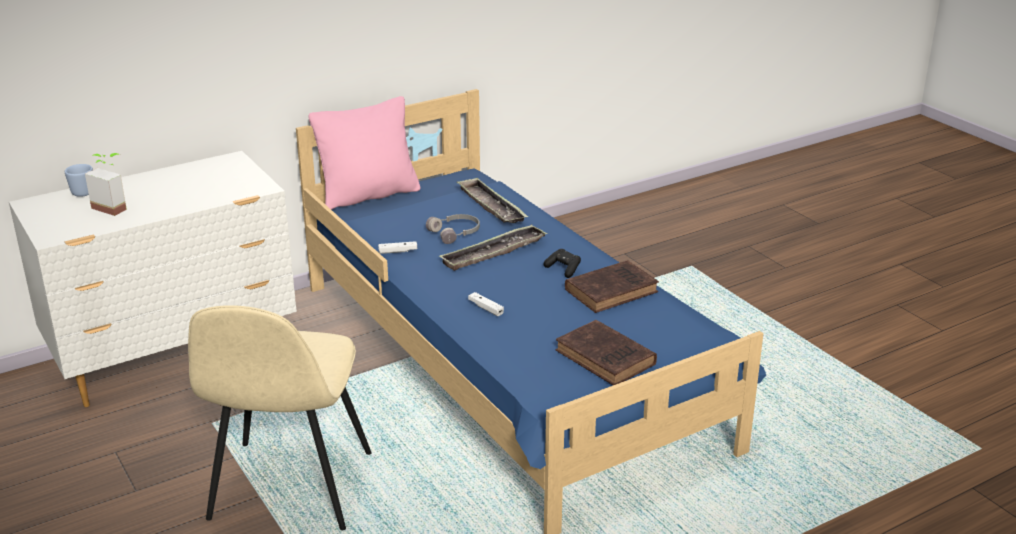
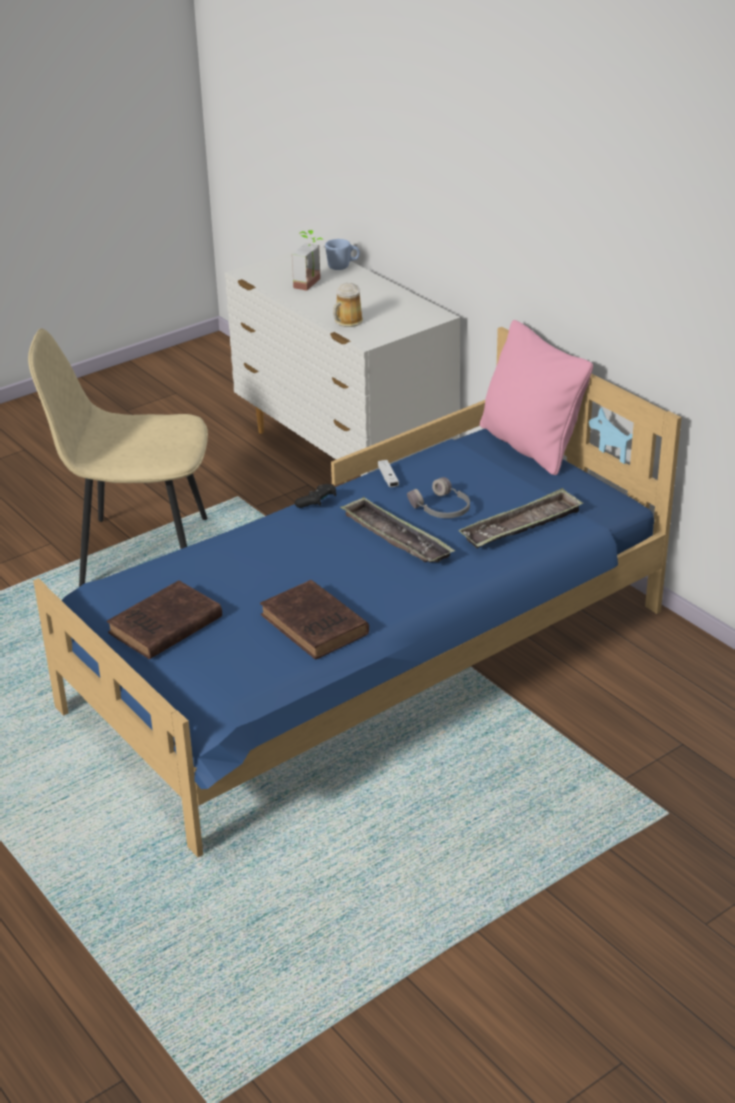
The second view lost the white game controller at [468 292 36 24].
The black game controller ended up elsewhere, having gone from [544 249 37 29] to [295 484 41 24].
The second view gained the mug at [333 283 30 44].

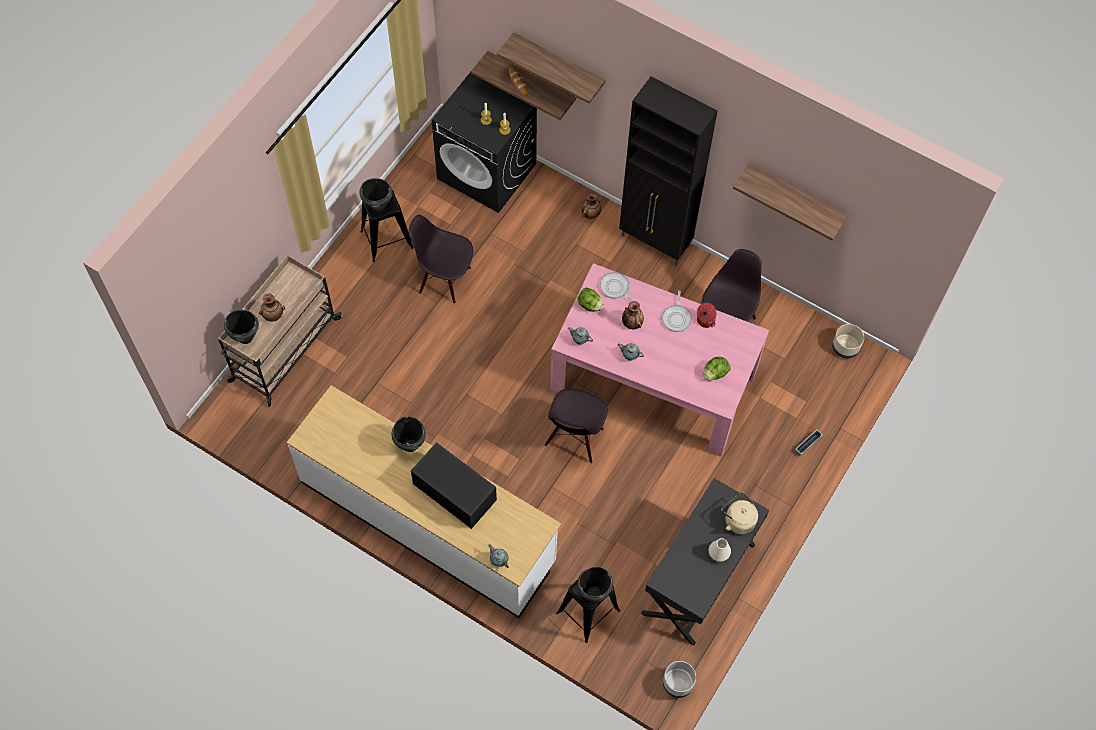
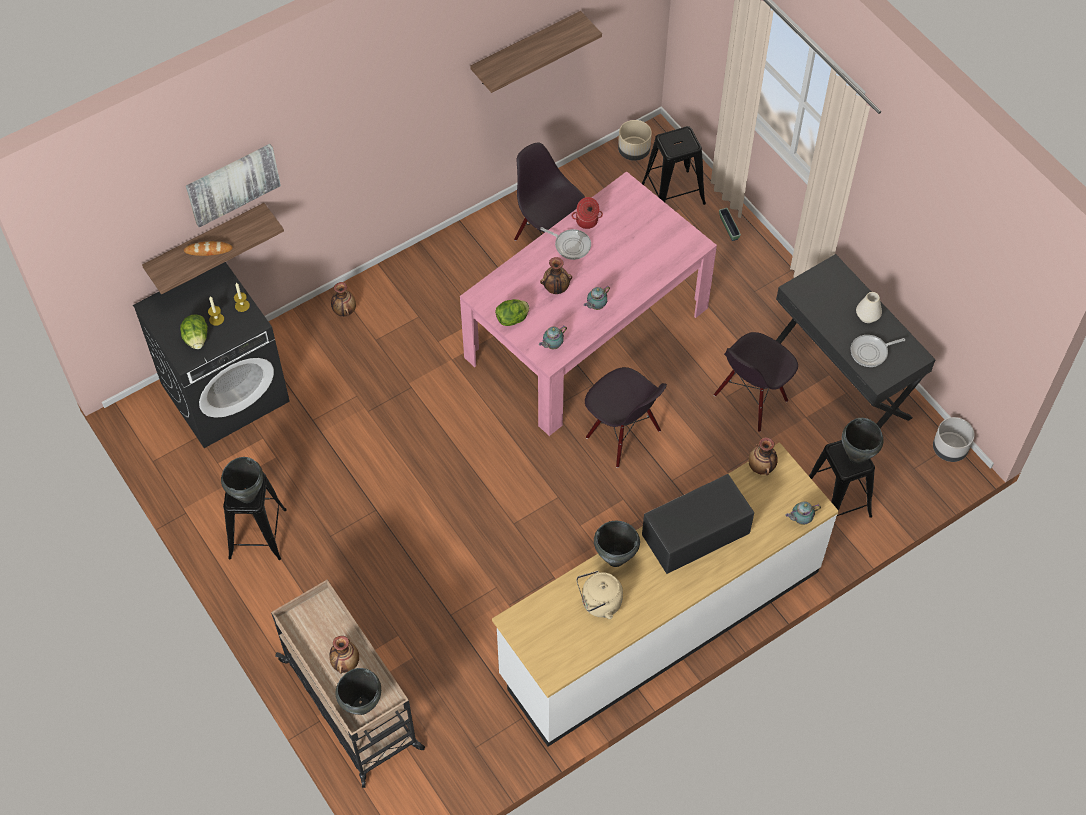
The black chair ended up elsewhere, having gone from [409 215 64 88] to [714 332 84 100].
Where the shelf hung at [497 32 109 72], the picture came to hang at [186 144 95 84].
The frying pan ended up elsewhere, having gone from [600 272 33 30] to [850 335 55 32].
The second view lost the black cabinet at [619 76 99 190].
The lettuce ended up elsewhere, having gone from [704 357 27 24] to [180 314 28 35].
The beige kettle ended up elsewhere, having gone from [721 492 37 42] to [576 570 47 49].
The second view gained the black stool at [642 126 64 79].
The second view gained the vase at [748 437 30 38].

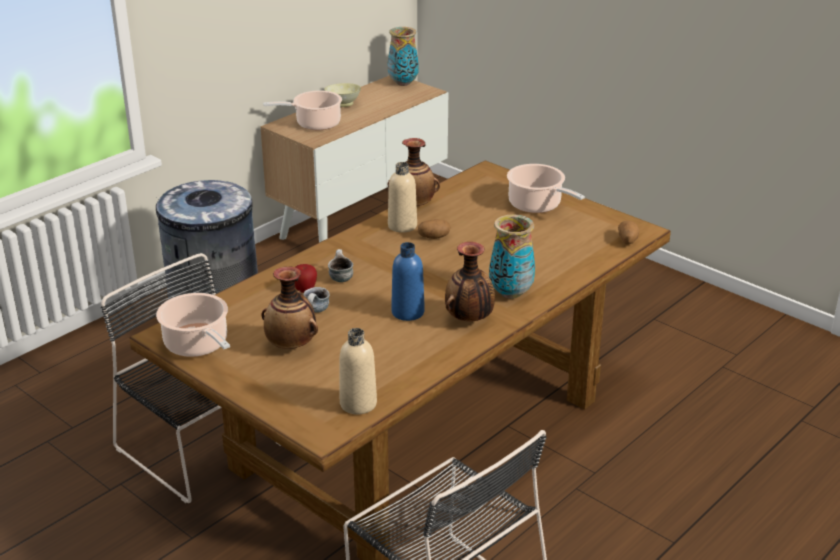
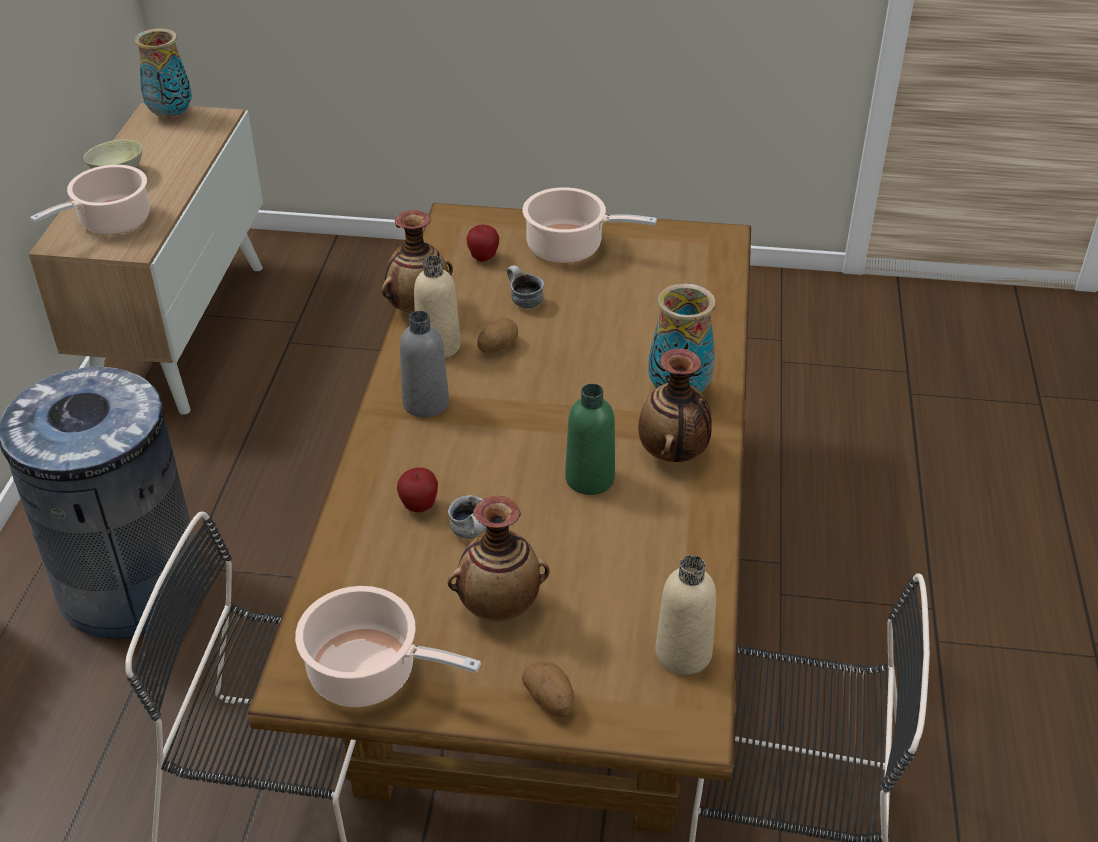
The mug ended up elsewhere, having gone from [328 249 25 33] to [507 265 37 43].
What was the blue bottle at [391 242 34 79] turned into the green bottle at [565 384 50 111].
The potato ended up elsewhere, having gone from [618 221 21 24] to [522 662 52 55].
The second view gained the grey bottle at [400 311 49 107].
The second view gained the apple at [466 224 33 38].

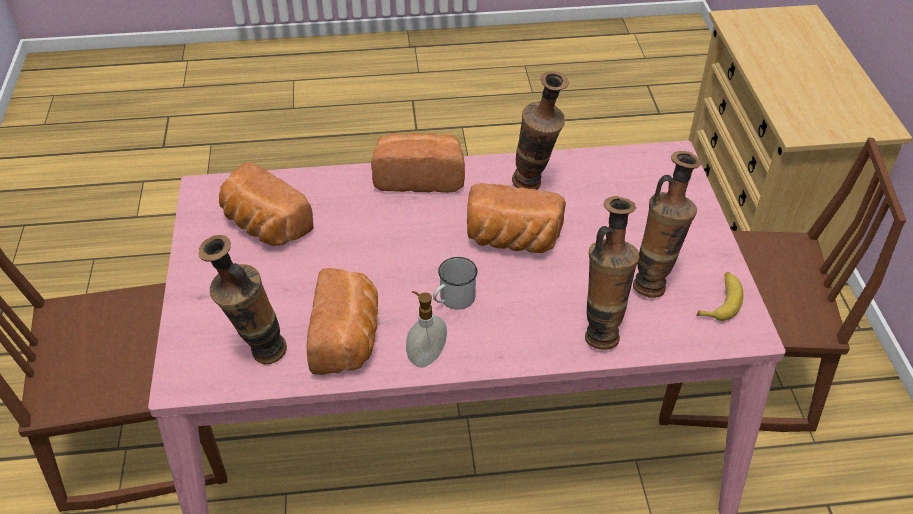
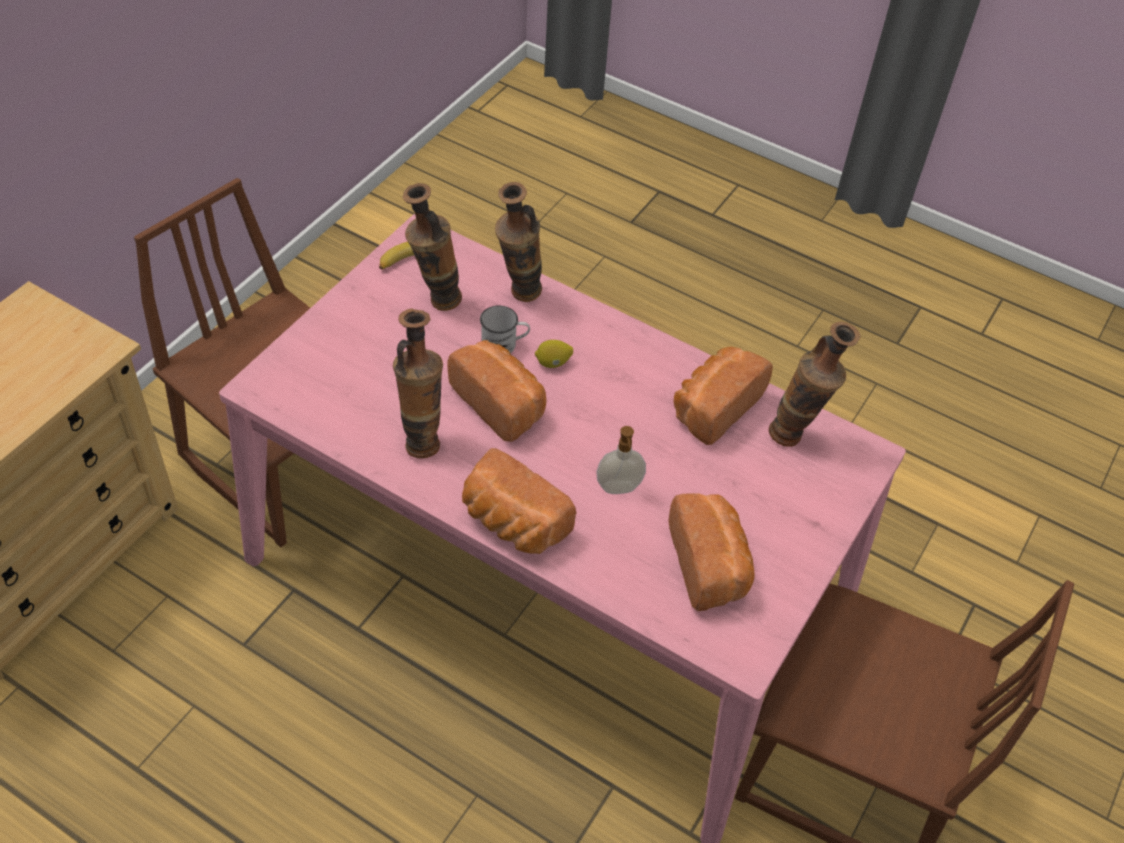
The soap dispenser ended up elsewhere, having gone from [406 291 41 77] to [596 426 50 68].
The white mug ended up elsewhere, having gone from [433 257 45 53] to [480 305 50 48].
The second view gained the lemon at [535 340 38 28].

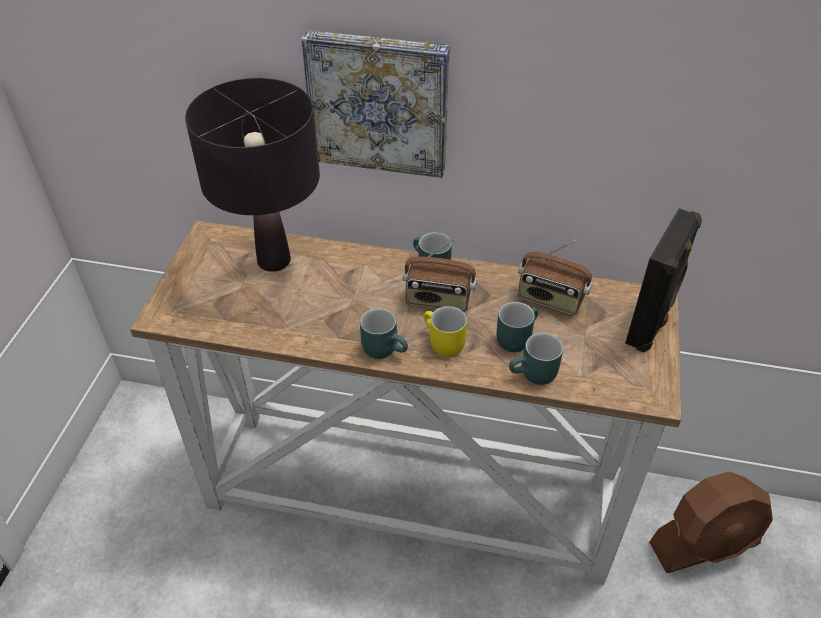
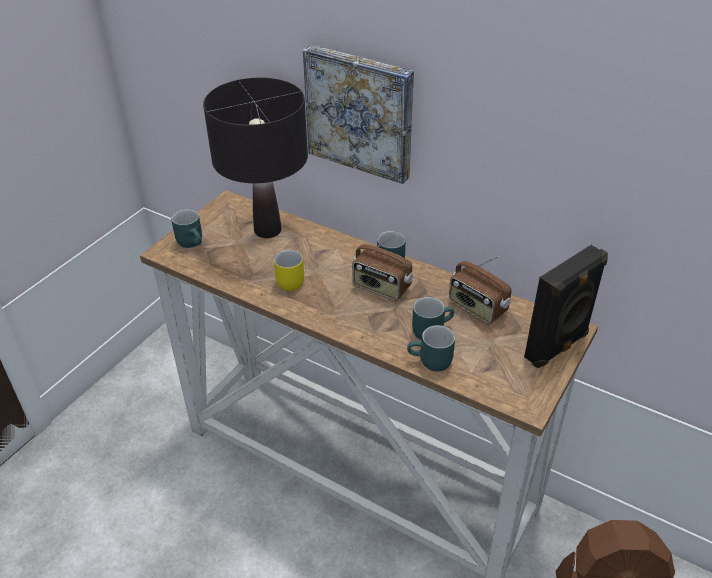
The turquoise mug ended up elsewhere, having gone from [360 308 48 51] to [171 209 31 39].
The yellow mug ended up elsewhere, having gone from [424 306 43 51] to [274 250 30 41].

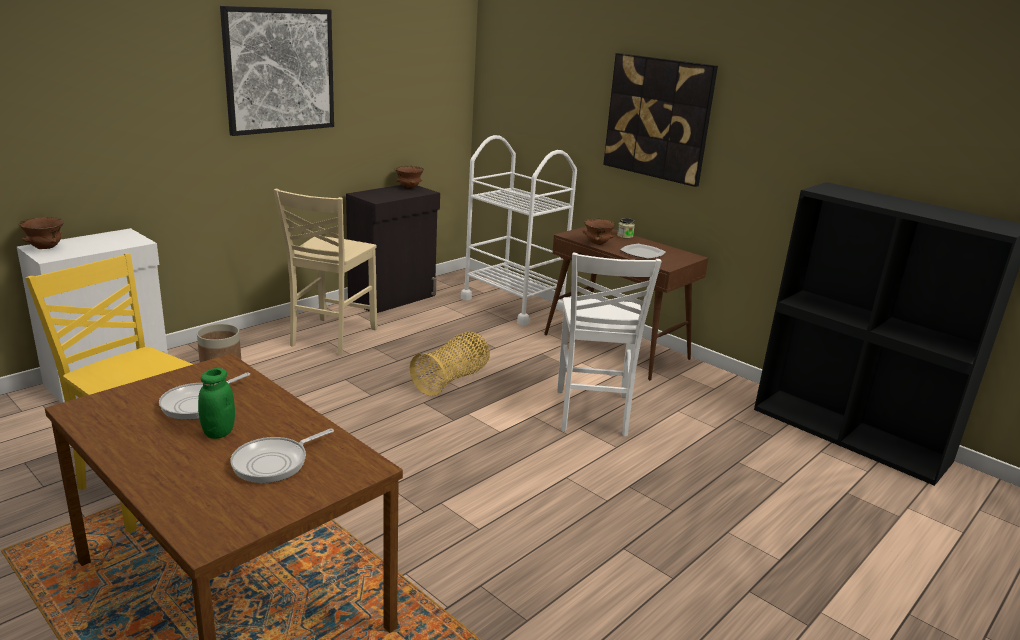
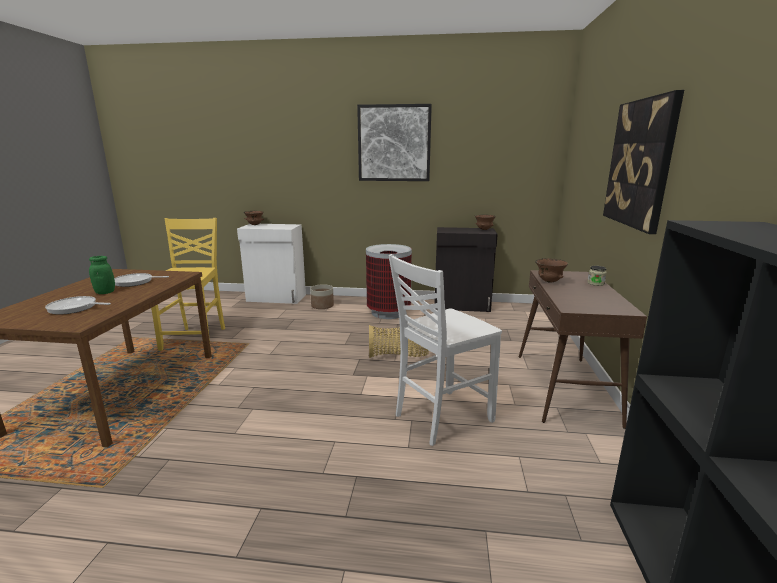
Where the beige chair stood at [274 189 103 166], the trash can came to stand at [366 244 46 75].
The second view lost the white cart at [461 135 116 190].
The second view lost the plate at [620 244 46 15].

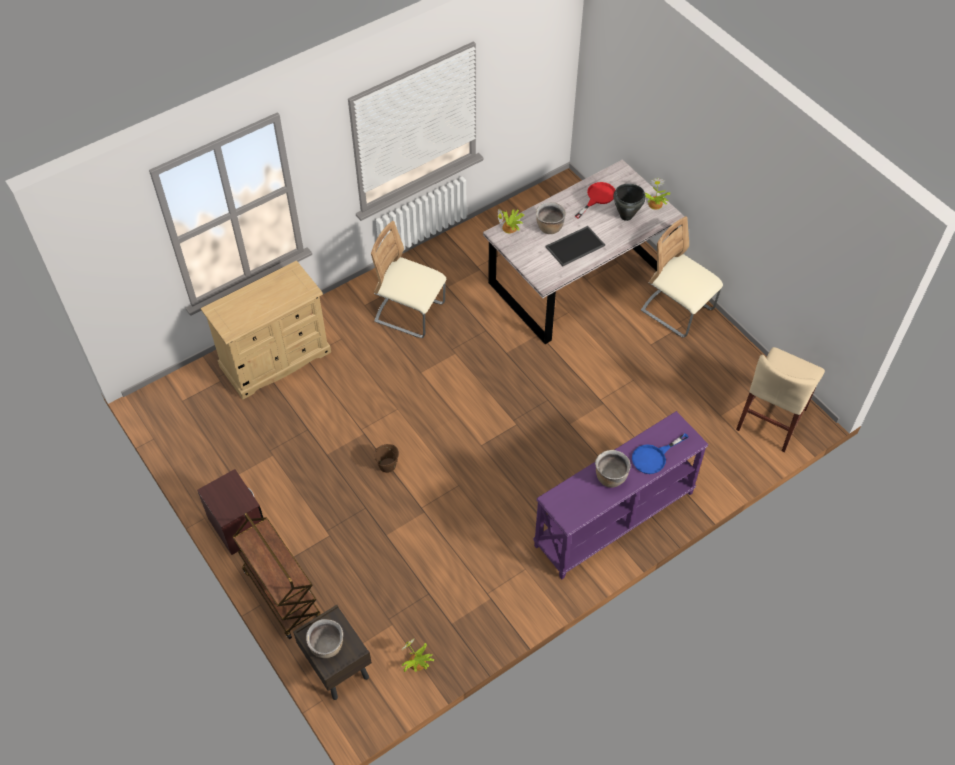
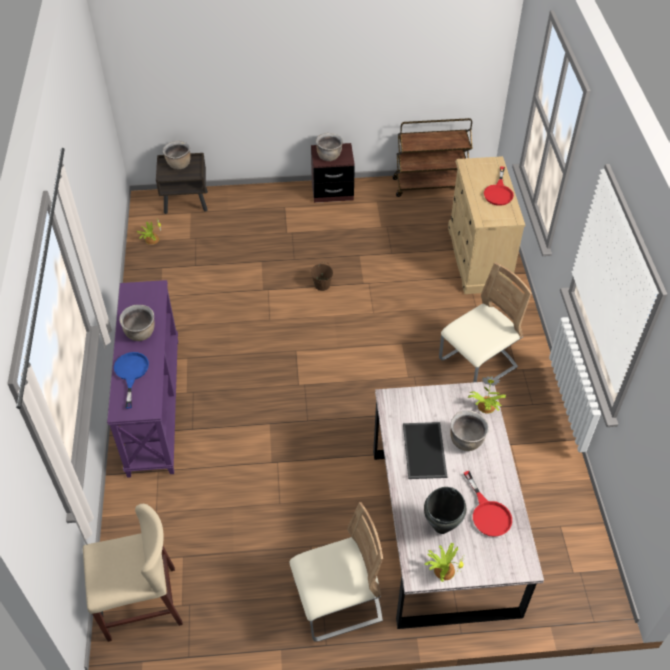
The brown cart ended up elsewhere, having gone from [233 513 88 126] to [393 118 79 79].
The beige chair at [736 347 89 105] ended up facing another way, 105 degrees clockwise from before.
The second view gained the brown cooking pot at [316 133 27 28].
The second view gained the red frying pan at [484 166 30 40].

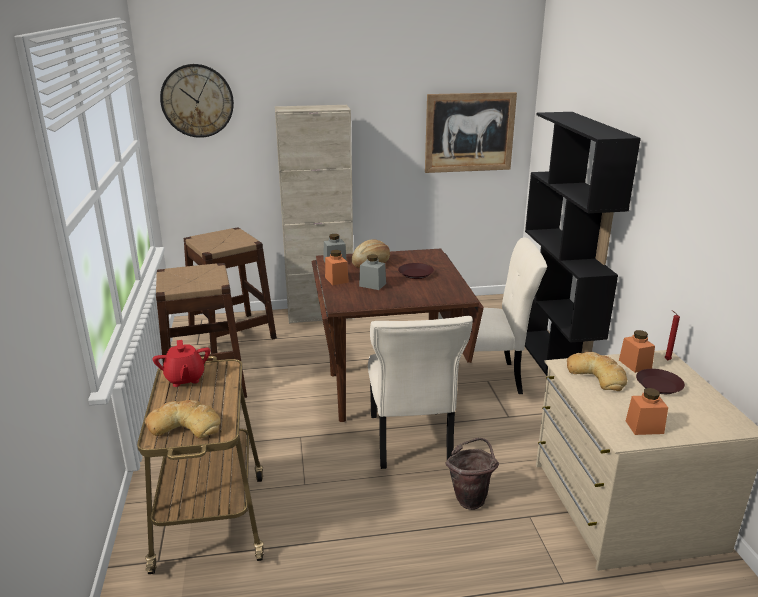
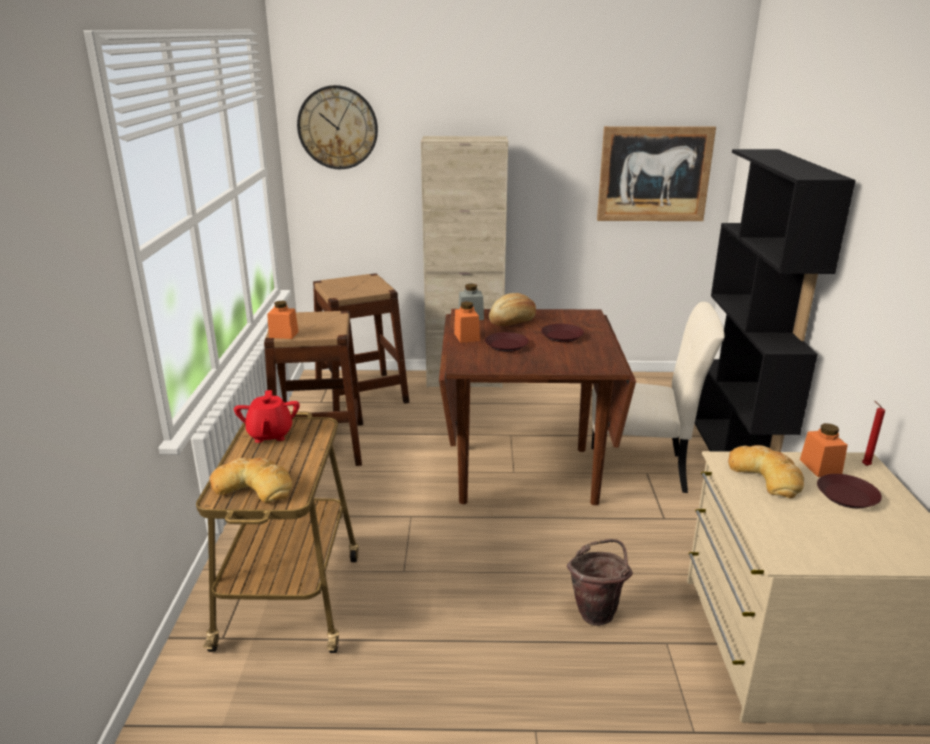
Where the grey jar stood at [359 254 27 36], the brown plate came to stand at [485 332 44 20].
The second view lost the beige chair at [368 316 105 153].
The orange jar ended up elsewhere, having gone from [626 388 42 47] to [267 301 32 38].

